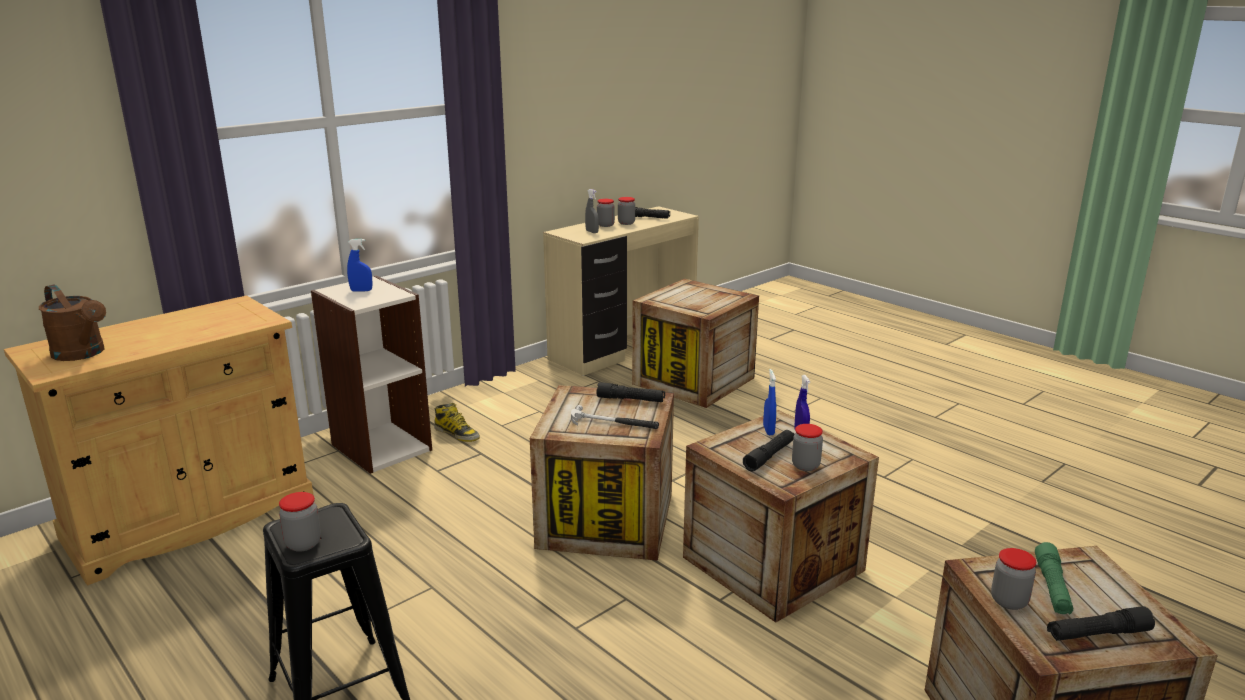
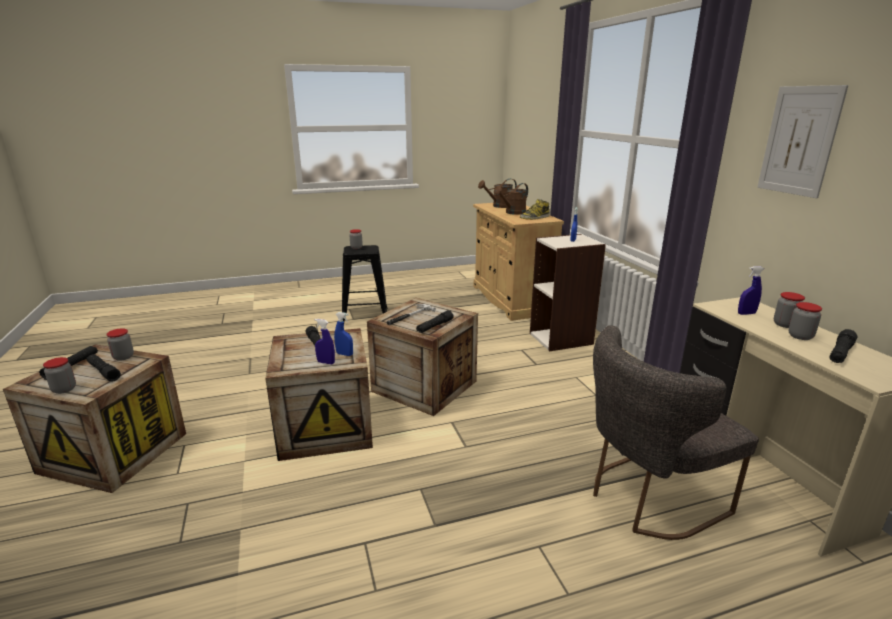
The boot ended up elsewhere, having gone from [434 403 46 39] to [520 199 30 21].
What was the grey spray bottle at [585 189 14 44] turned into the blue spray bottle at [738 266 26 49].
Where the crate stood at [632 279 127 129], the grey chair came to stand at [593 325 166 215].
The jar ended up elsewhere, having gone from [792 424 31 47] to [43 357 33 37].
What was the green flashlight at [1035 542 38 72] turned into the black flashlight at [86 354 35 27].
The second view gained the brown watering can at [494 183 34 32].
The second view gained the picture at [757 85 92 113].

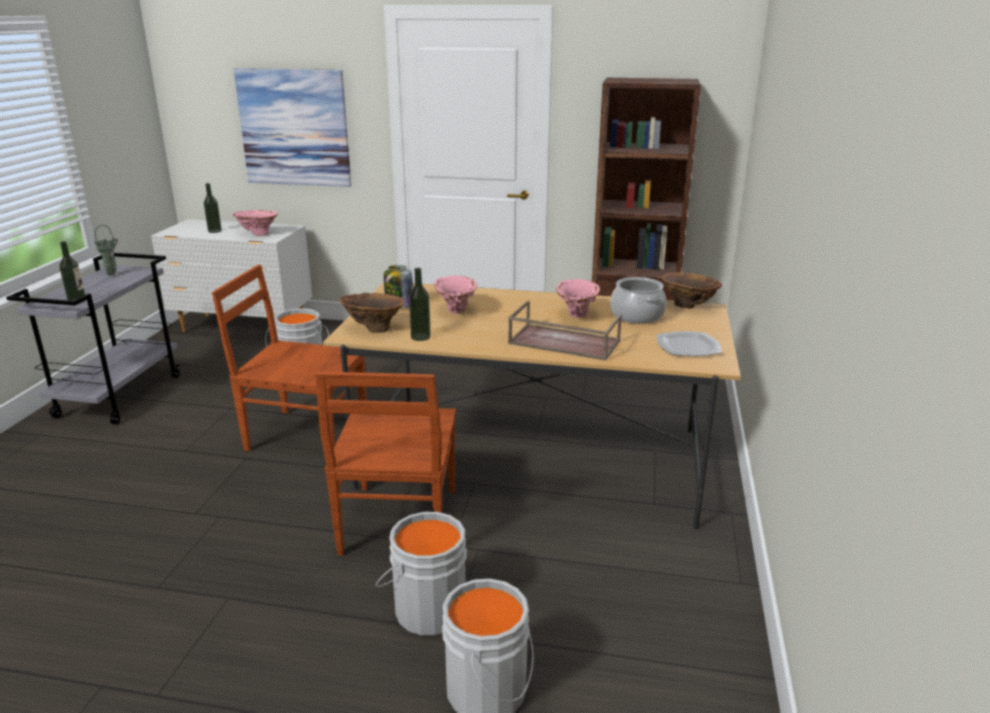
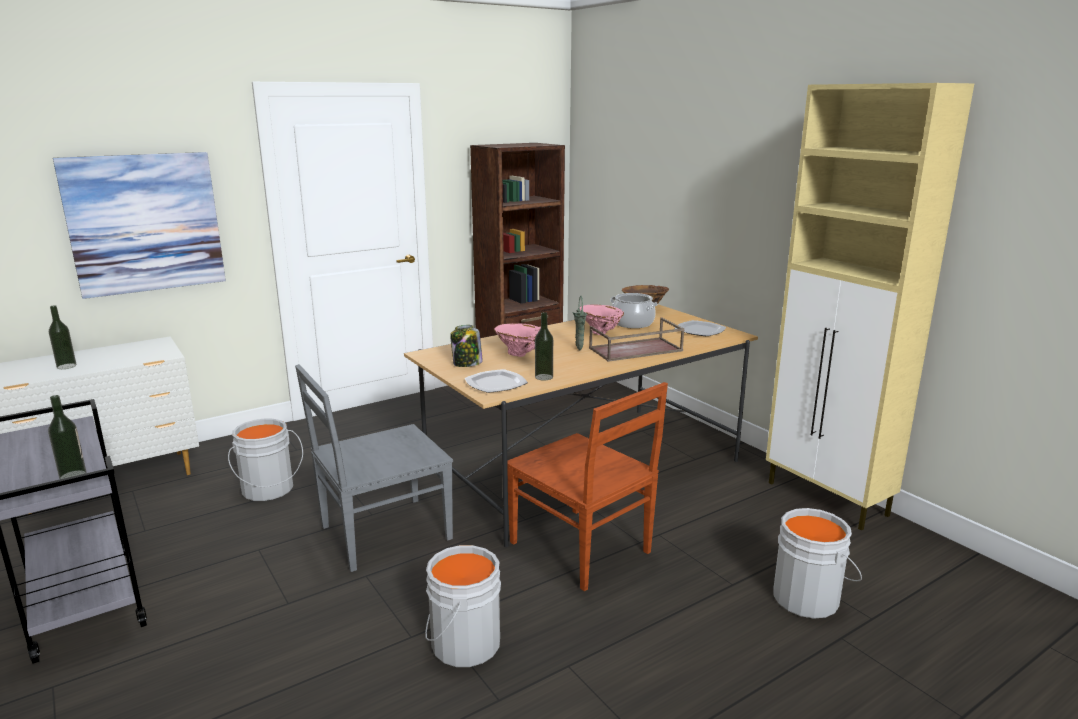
The green vase ended up elsewhere, having gone from [94 225 24 51] to [573 296 14 54].
What was the brown chair at [212 265 155 186] turned into the grey chair at [295 364 158 208].
The second view lost the pink vase at [233 210 45 26].
Where the brown vase stood at [340 293 64 40], the plate came to stand at [465 369 63 24].
The grey bucket ended up elsewhere, having gone from [375 512 92 124] to [425 545 76 122].
The second view gained the beige cabinet at [766 83 209 448].

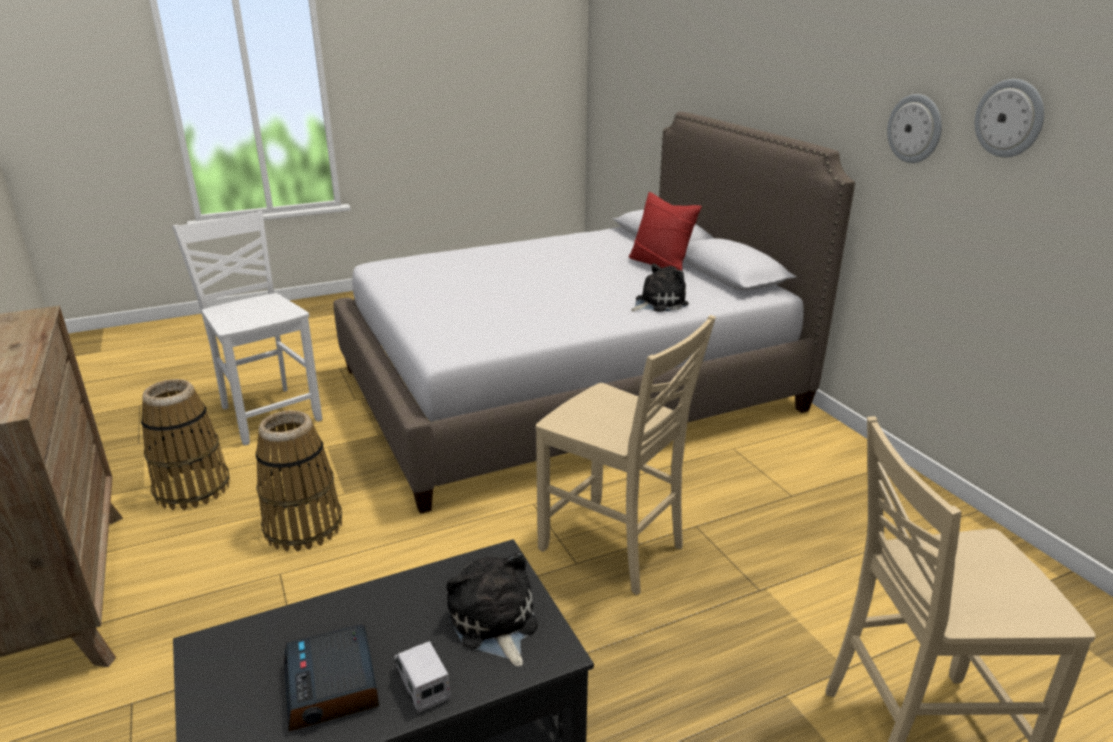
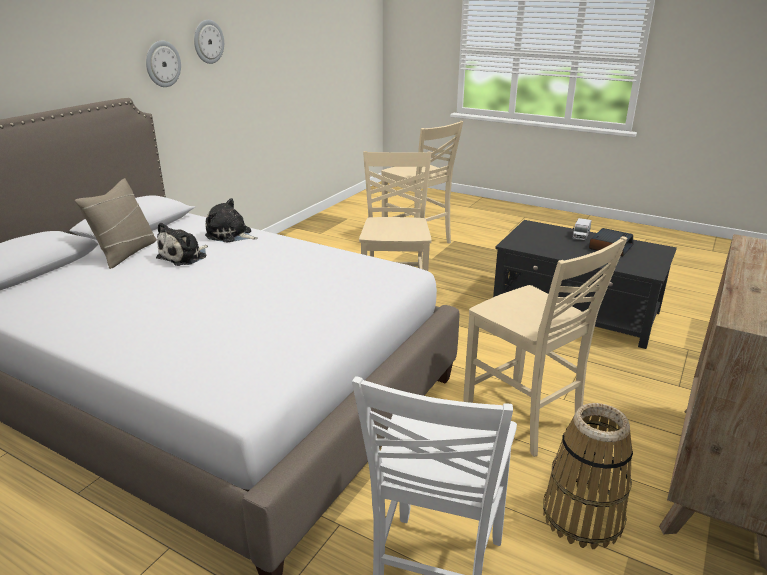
Where the basket stood at [255 410 87 141], the beige chair came to stand at [463 236 164 221].
The plush toy ended up elsewhere, having gone from [446 552 92 114] to [156 222 52 44].
What was the red pillow at [629 192 73 78] turned into the beige pillow at [75 178 82 91].

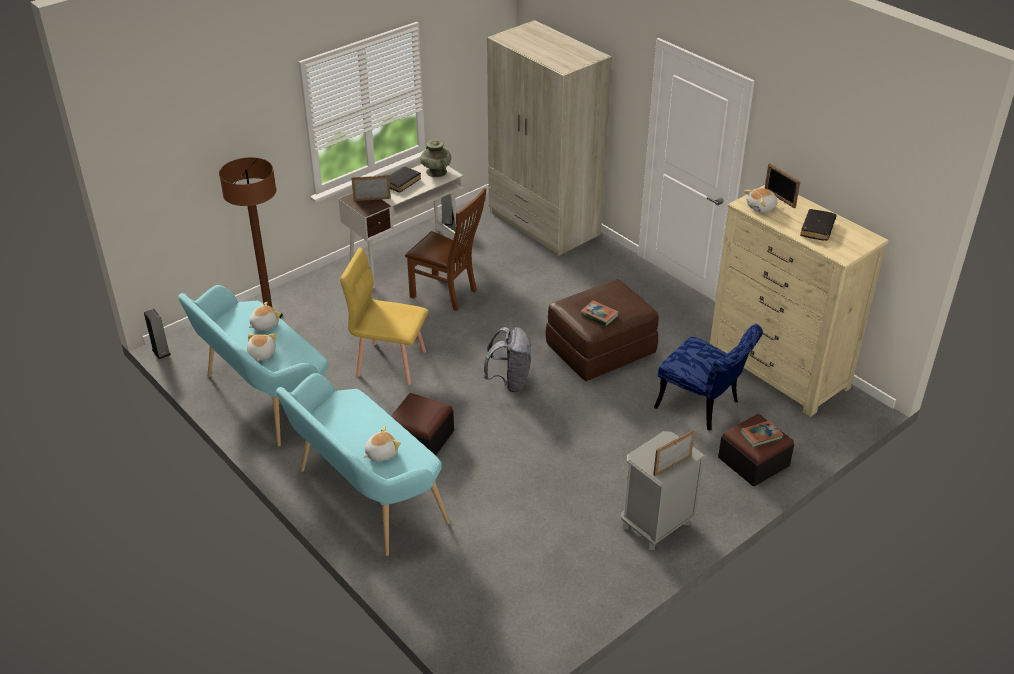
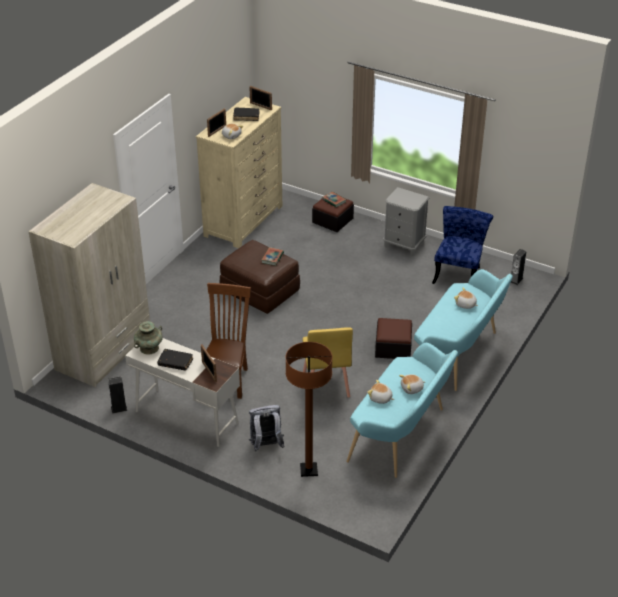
The speaker ended up elsewhere, having gone from [144 309 27 51] to [511 249 15 36].
The grey backpack ended up elsewhere, having gone from [484 327 47 66] to [249 405 35 47].
The picture frame ended up elsewhere, having gone from [653 430 42 46] to [249 86 23 25].
The blue chair ended up elsewhere, having gone from [654 324 109 106] to [432 206 61 78].

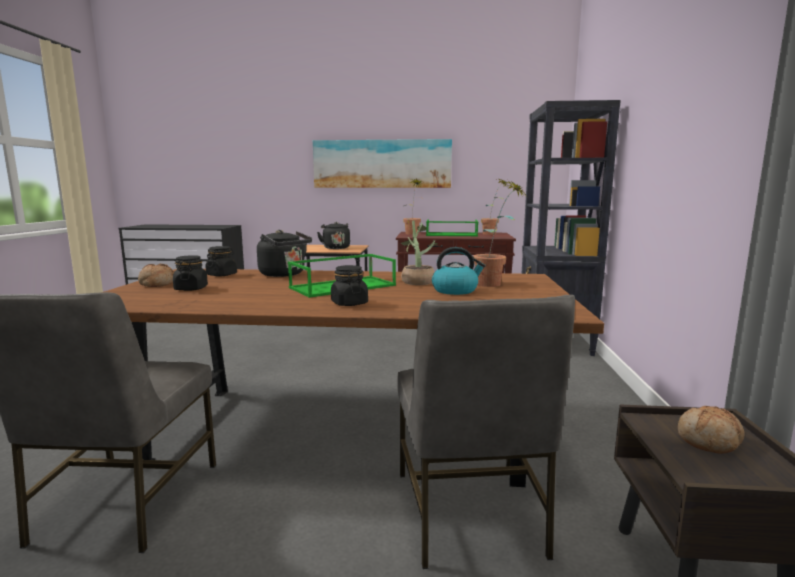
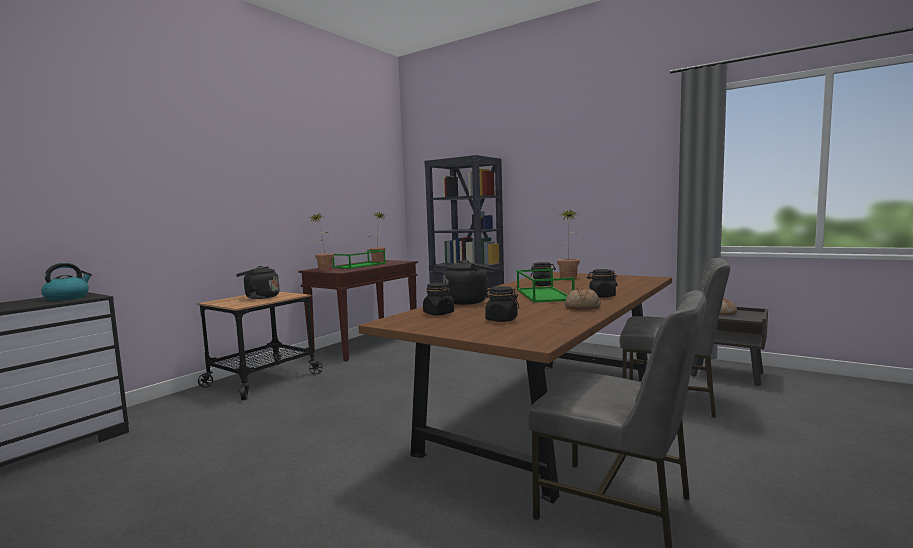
The bread ended up elsewhere, having gone from [138 264 36 23] to [565 288 36 22].
The second view lost the picture at [313 139 139 49].
Where the potted plant stood at [401 220 37 65], the black jar came to stand at [530 262 26 24].
The kettle ended up elsewhere, having gone from [432 247 54 48] to [41 263 51 38].

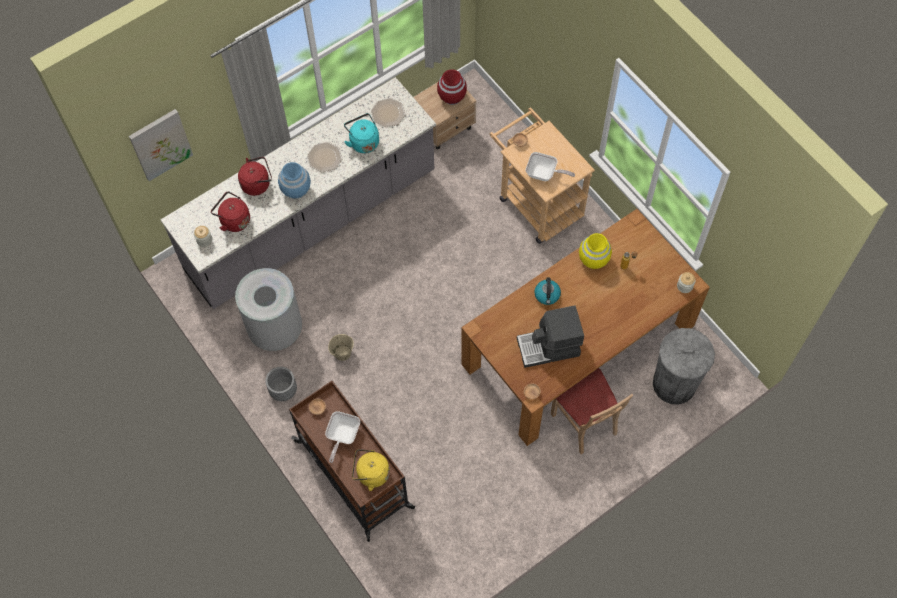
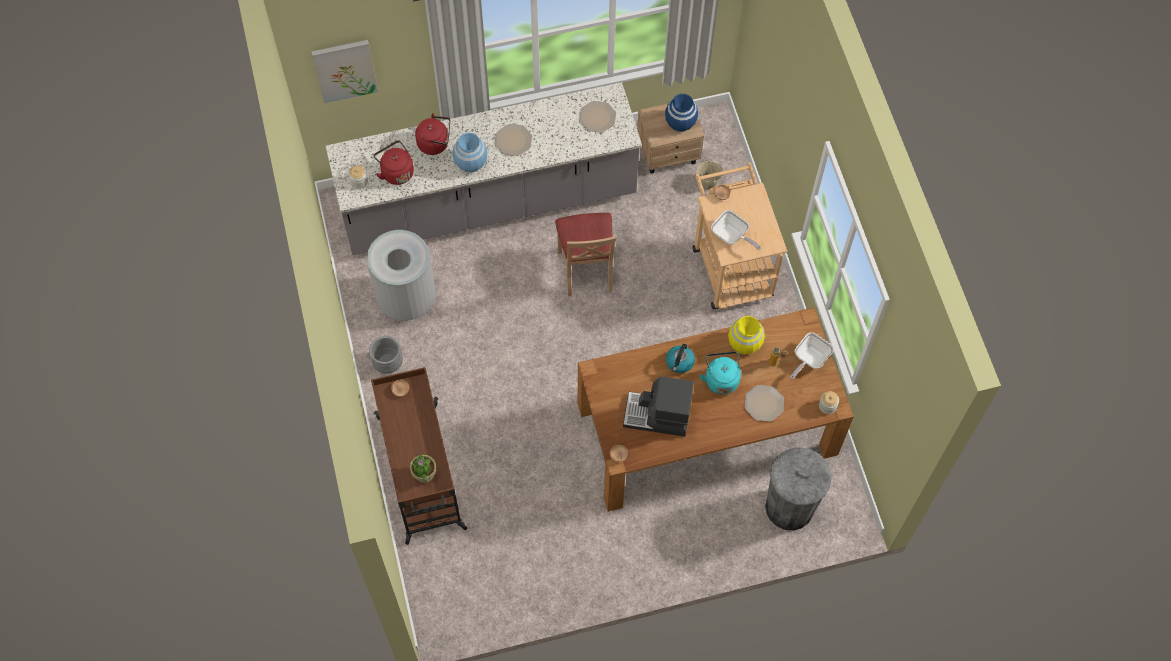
The frying pan ended up elsewhere, having gone from [325 411 35 52] to [790 332 44 48].
The beige bucket ended up elsewhere, having gone from [328 334 26 27] to [697 160 27 30].
The turquoise kettle ended up elsewhere, having gone from [344 113 35 40] to [699 352 42 43].
Where the yellow kettle stood at [352 449 38 42], the potted plant came to stand at [410 455 26 28].
What was the red vase at [437 69 30 36] turned into the blue vase at [665 94 33 38].
The beige chair ended up elsewhere, having gone from [551 368 82 86] to [555 213 62 83].
The second view gained the plate at [745 385 39 37].

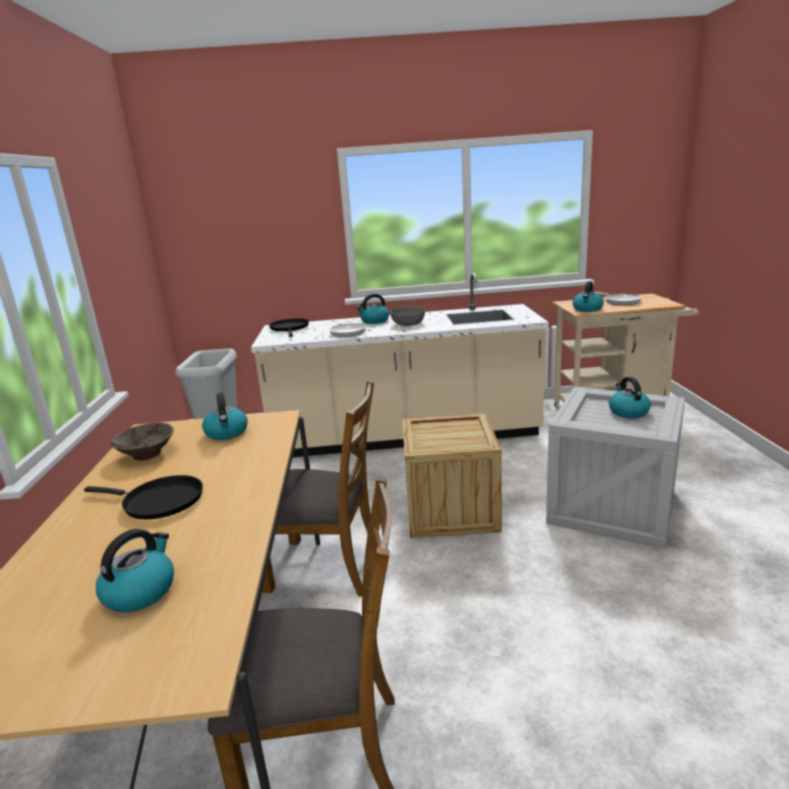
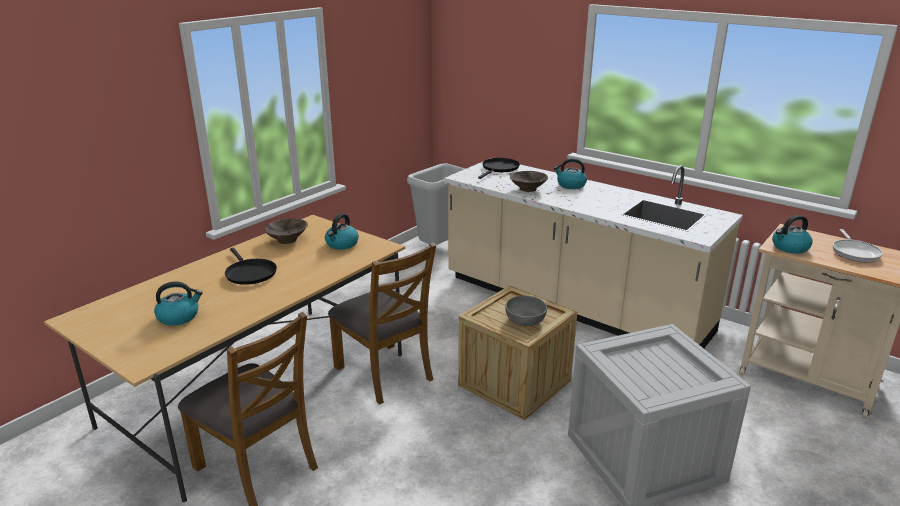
Where the frying pan stood at [329 320 37 17], the brown bowl came to stand at [510 171 38 21].
The grey bowl ended up elsewhere, having gone from [390 306 35 20] to [505 296 42 30].
The second view lost the kettle at [609 377 42 41].

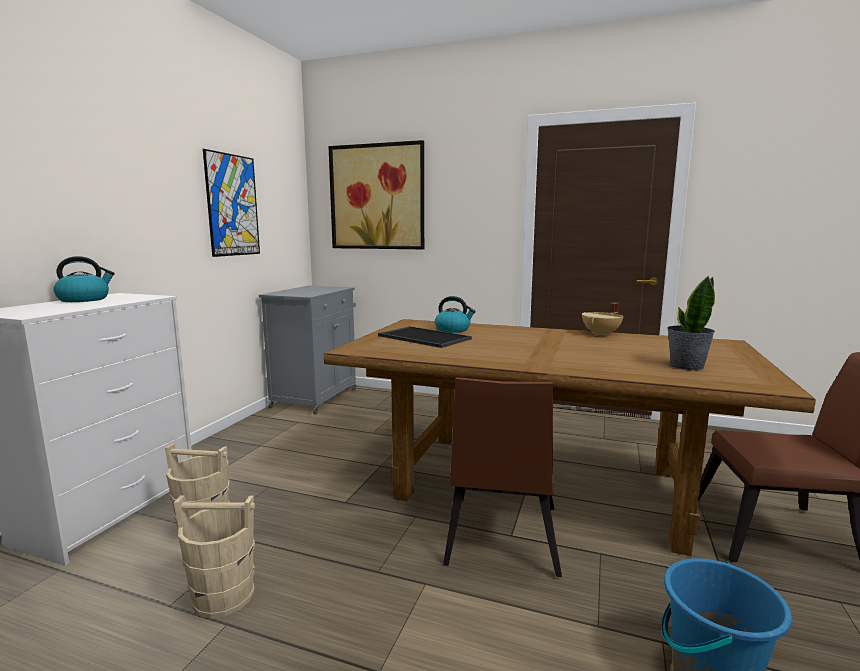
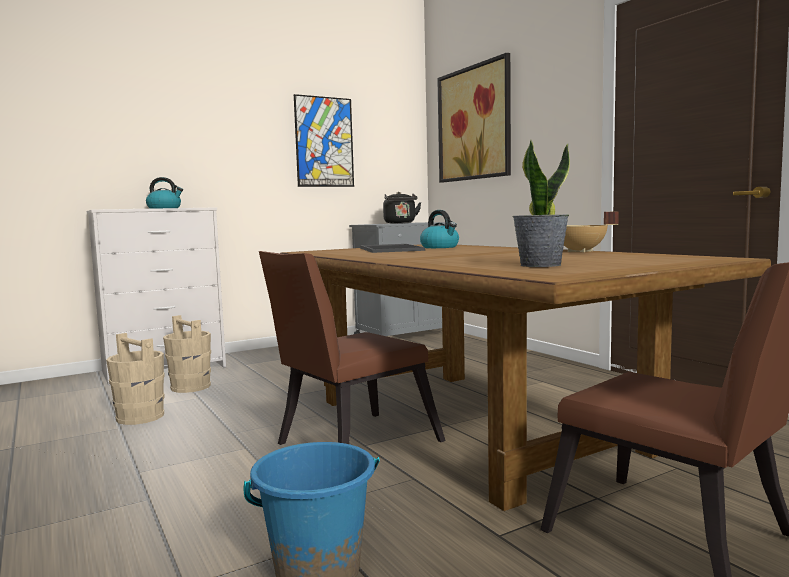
The second view gained the black kettle at [383 192 38 31].

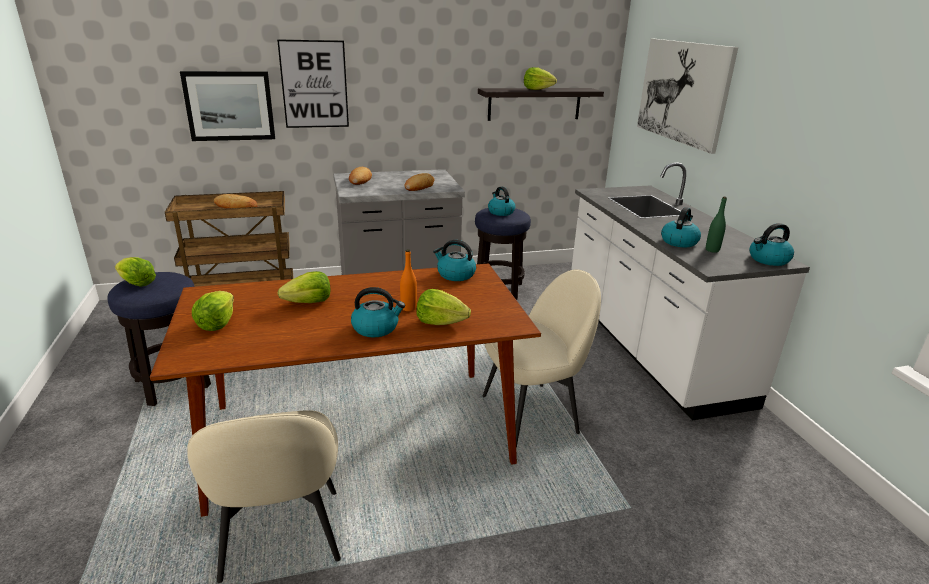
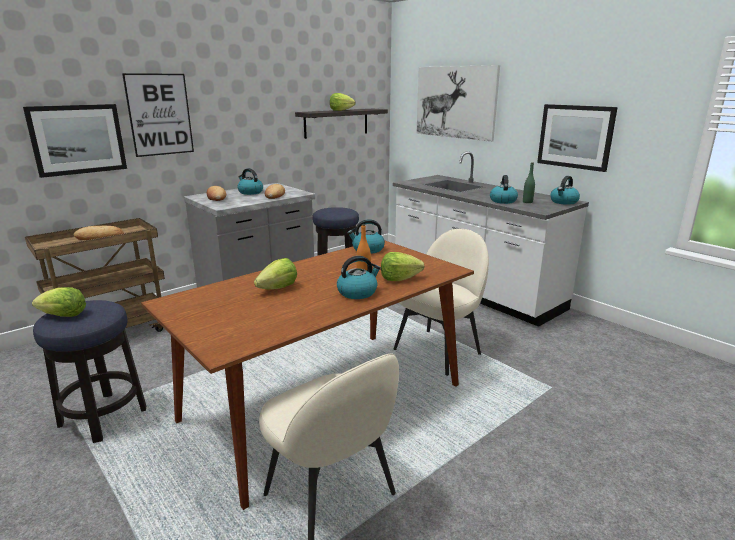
The second view lost the lettuce at [192 291 42 40].
The kettle ended up elsewhere, having gone from [488 187 27 29] to [238 168 25 27].
The second view gained the picture at [537 104 81 68].

